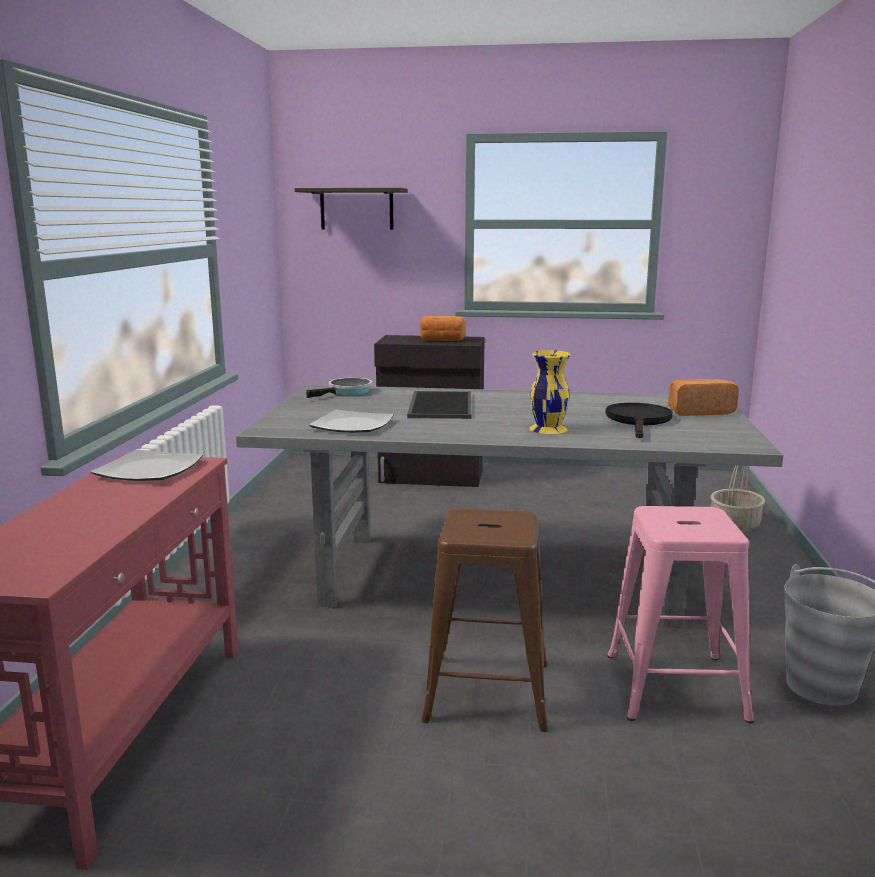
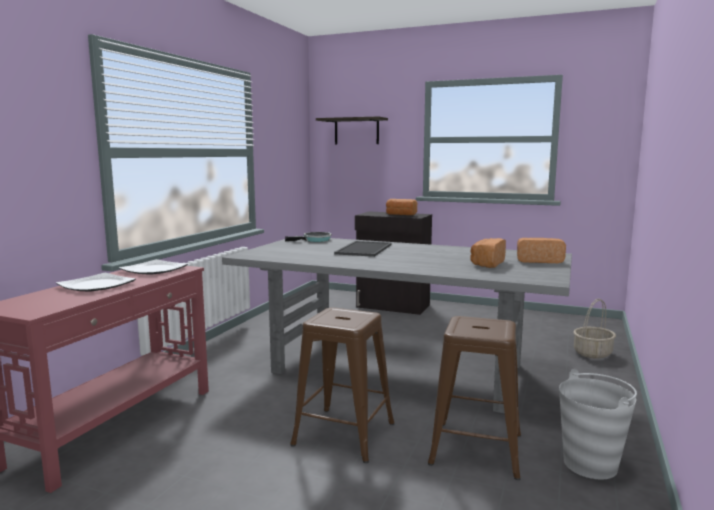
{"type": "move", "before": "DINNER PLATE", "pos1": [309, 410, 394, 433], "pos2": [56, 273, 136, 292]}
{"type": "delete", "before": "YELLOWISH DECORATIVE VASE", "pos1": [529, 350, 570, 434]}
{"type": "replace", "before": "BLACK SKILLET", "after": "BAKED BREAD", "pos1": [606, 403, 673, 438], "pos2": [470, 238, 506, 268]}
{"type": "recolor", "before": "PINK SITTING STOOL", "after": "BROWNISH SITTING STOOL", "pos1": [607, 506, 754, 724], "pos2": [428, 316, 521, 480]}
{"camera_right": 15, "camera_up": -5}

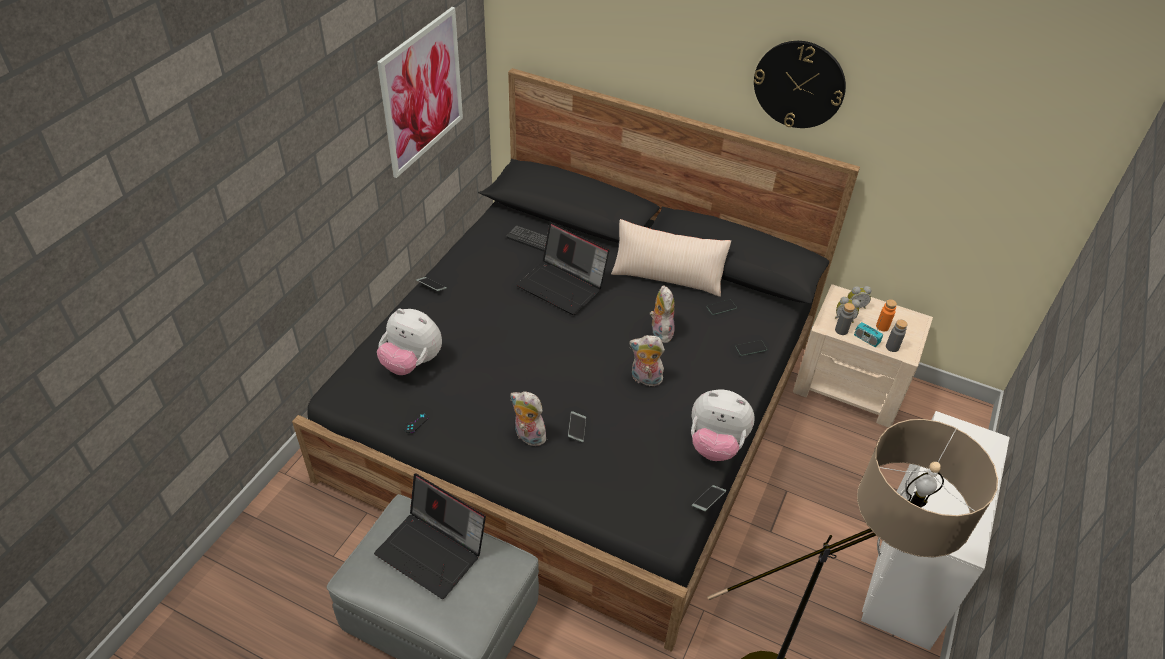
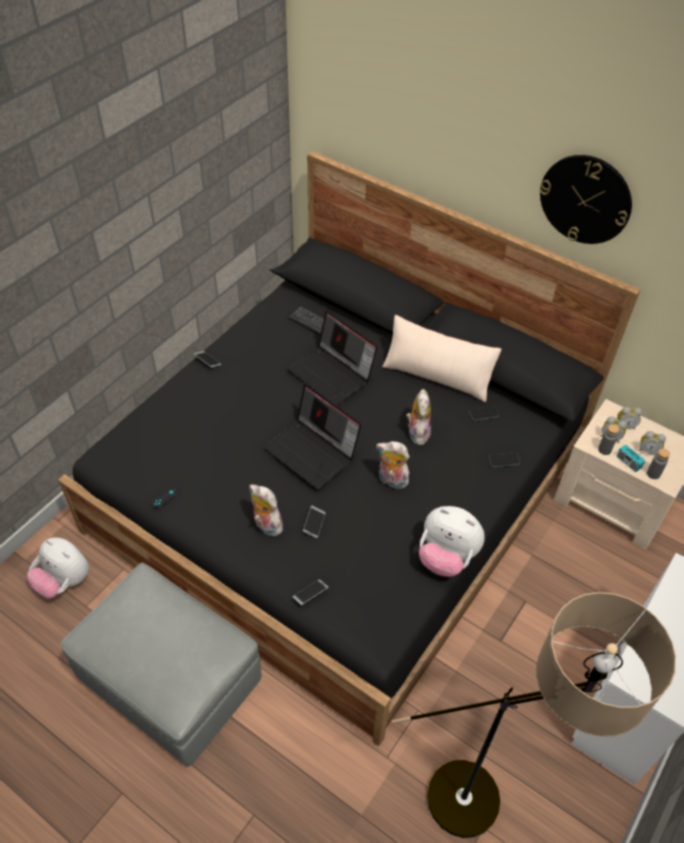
{"type": "move", "before": "PORTABLE COMPUTER", "pos1": [374, 474, 486, 599], "pos2": [264, 384, 361, 489]}
{"type": "delete", "before": "WALL PICTURE", "pos1": [377, 7, 463, 178]}
{"type": "move", "before": "CUDDLY TOY", "pos1": [377, 308, 442, 375], "pos2": [26, 537, 89, 599]}
{"type": "move", "before": "PHONE", "pos1": [692, 485, 726, 511], "pos2": [293, 579, 329, 605]}
{"type": "replace", "before": "ORANGEY DRINK BOTTLE", "after": "TABLE CLOCK", "pos1": [876, 299, 897, 331], "pos2": [638, 431, 666, 454]}
{"camera_right": 10, "camera_up": 5}

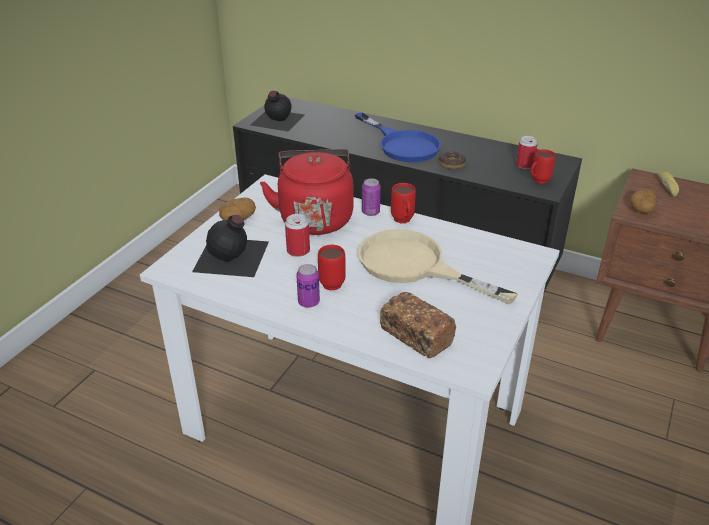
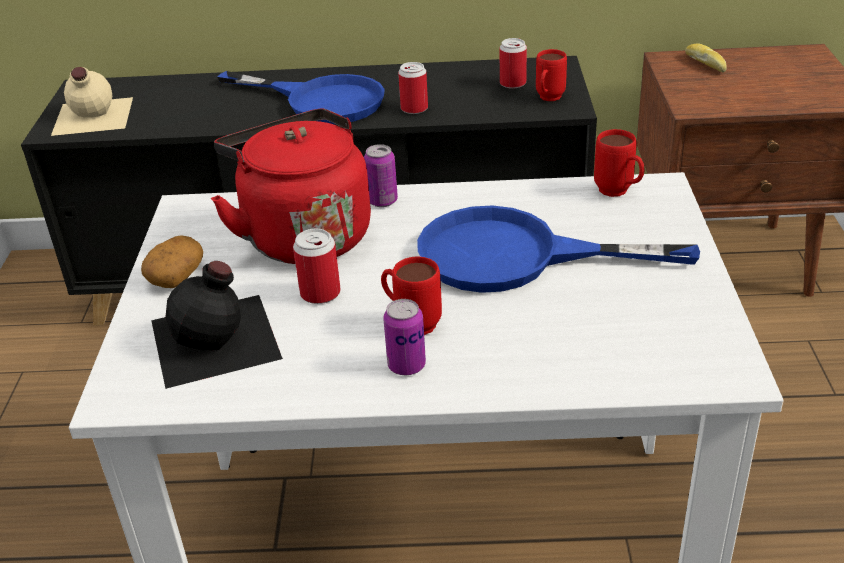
{"type": "recolor", "before": "BLACK DRINK BOTTLE", "after": "BEIGE-COLOURED DRINK BOTTLE", "pos1": [250, 91, 305, 132], "pos2": [51, 67, 133, 136]}
{"type": "recolor", "before": "BEIGE-COLOURED SKILLET", "after": "BLUE SKILLET", "pos1": [358, 229, 518, 305], "pos2": [417, 206, 700, 293]}
{"type": "delete", "before": "BAKED BREAD", "pos1": [380, 292, 456, 358]}
{"type": "move", "before": "REDDISH MUG", "pos1": [391, 183, 416, 223], "pos2": [594, 129, 645, 197]}
{"type": "replace", "before": "RING DOUGHNUT", "after": "CAN", "pos1": [439, 151, 466, 170], "pos2": [398, 62, 428, 114]}
{"type": "delete", "before": "SPUD", "pos1": [630, 189, 657, 214]}
{"camera_right": -25, "camera_up": 0}

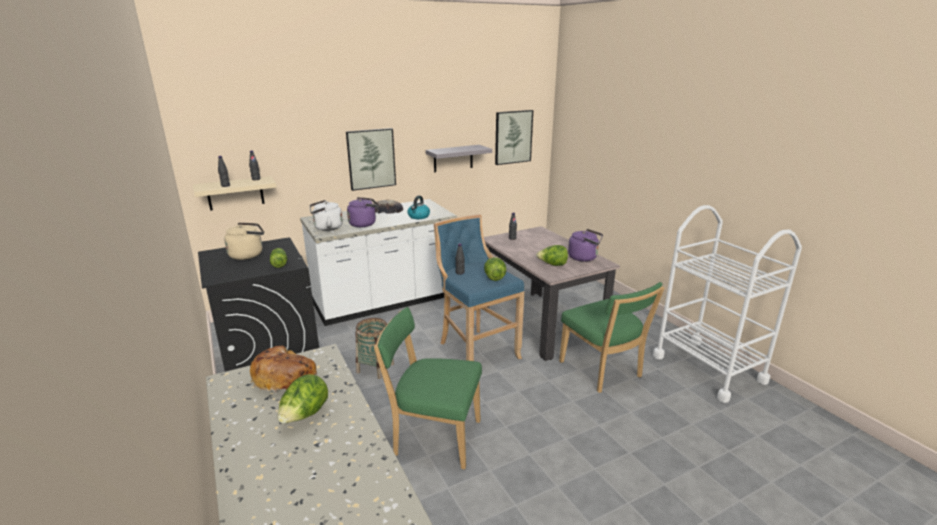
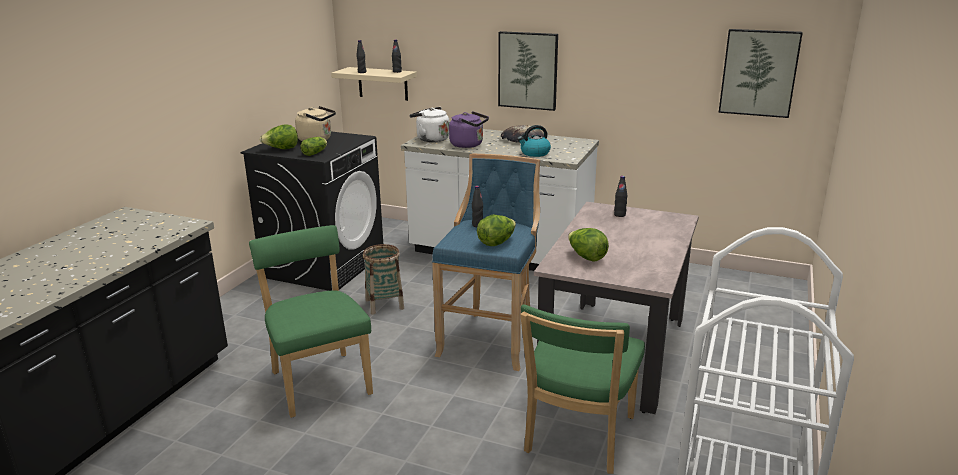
{"type": "delete", "before": "BAKED BREAD", "pos1": [250, 346, 317, 392]}
{"type": "move", "before": "HEAD OF LETTUCE", "pos1": [278, 374, 328, 424], "pos2": [259, 124, 298, 149]}
{"type": "delete", "before": "GREY WALL SHELF", "pos1": [426, 145, 492, 172]}
{"type": "delete", "before": "PURPLE TEA KETTLE", "pos1": [568, 229, 603, 262]}
{"camera_right": 50, "camera_up": 0}

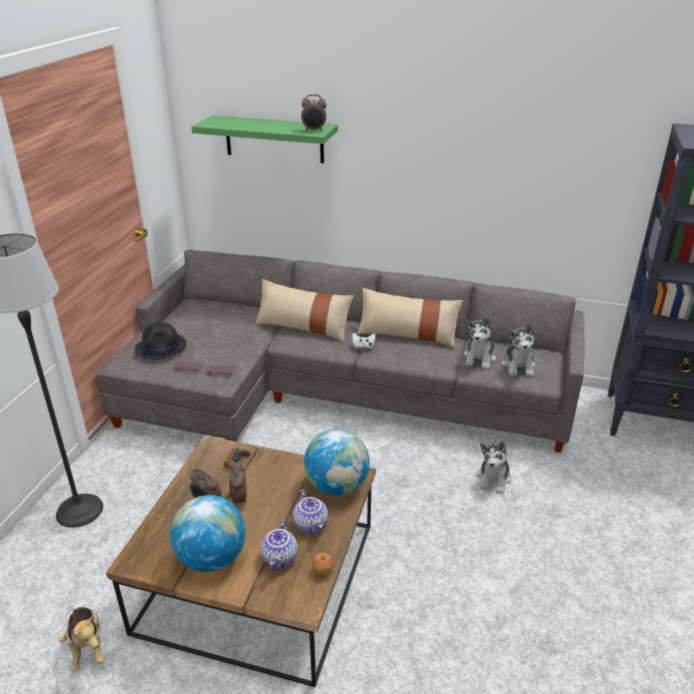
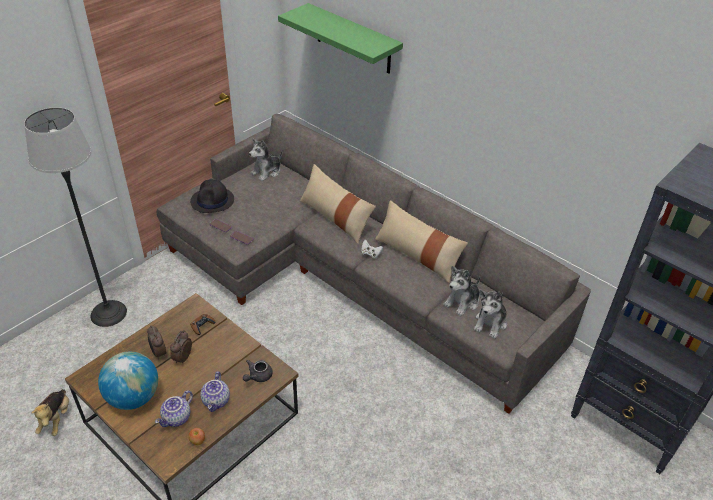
{"type": "delete", "before": "TABLE CLOCK", "pos1": [301, 94, 326, 131]}
{"type": "replace", "before": "GLOBE", "after": "GREY TEAPOT", "pos1": [304, 429, 370, 496], "pos2": [243, 360, 273, 382]}
{"type": "move", "before": "CUDDLY TOY", "pos1": [477, 441, 511, 494], "pos2": [249, 139, 282, 181]}
{"camera_right": 25, "camera_up": 10}

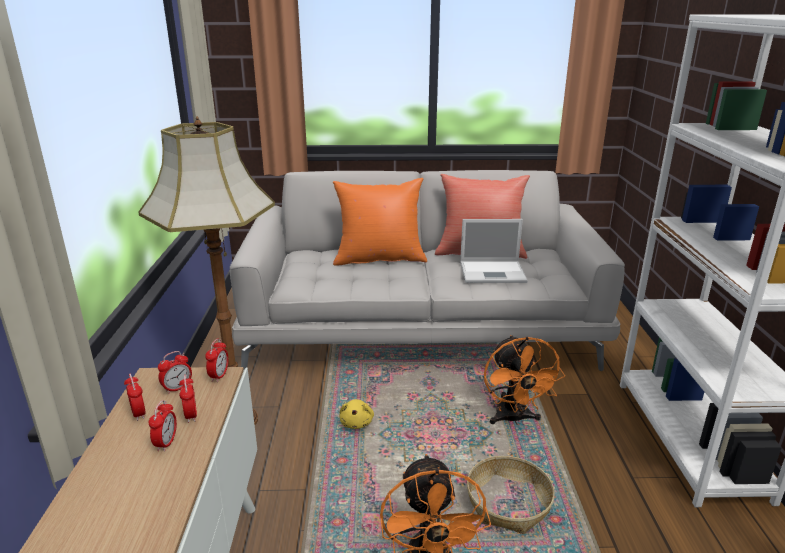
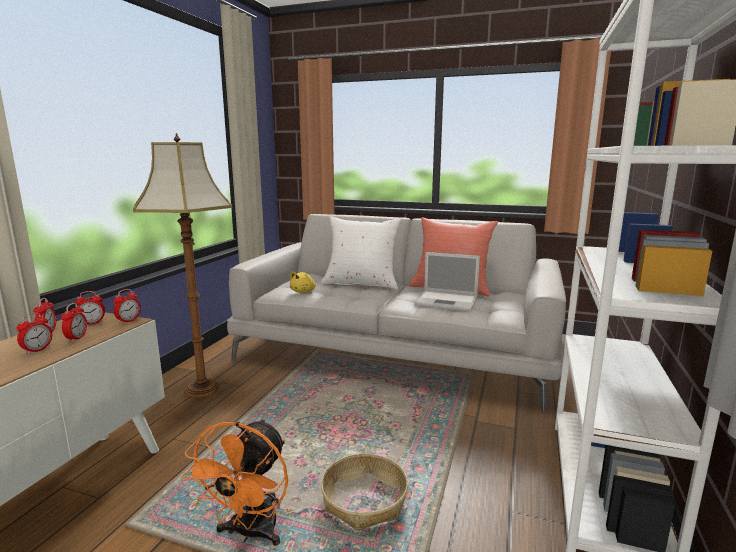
{"type": "recolor", "before": "ORANGEY THROW PILLOW", "after": "WHITISH THROW PILLOW", "pos1": [333, 178, 427, 265], "pos2": [321, 216, 402, 290]}
{"type": "move", "before": "YELLOWISH CUDDLY TOY", "pos1": [339, 399, 374, 429], "pos2": [290, 271, 316, 293]}
{"type": "delete", "before": "ORANGEY ELECTRIC FAN", "pos1": [484, 335, 565, 425]}
{"camera_right": 20, "camera_up": -10}

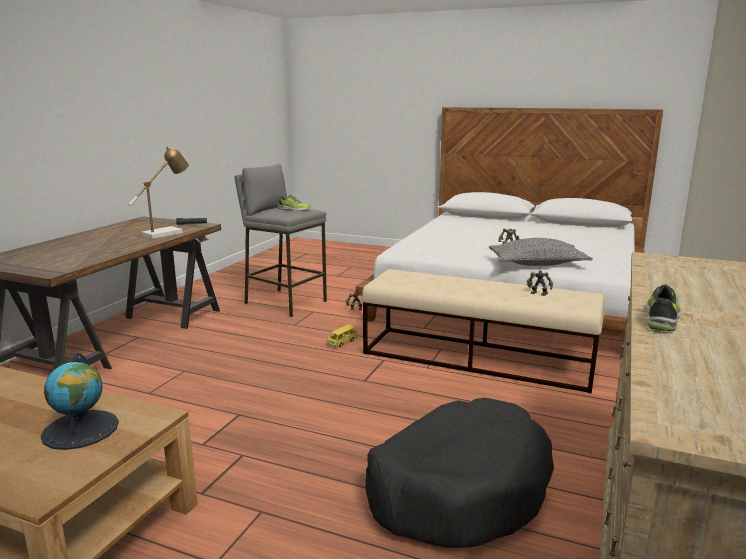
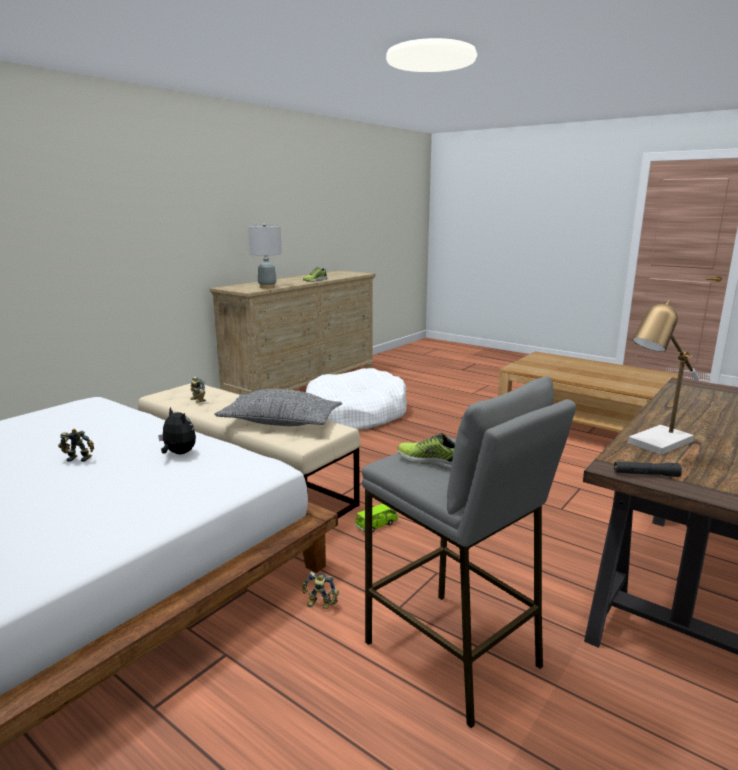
{"type": "delete", "before": "GLOBE", "pos1": [40, 352, 119, 450]}
{"type": "recolor", "before": "YELLOWISH MINIATURE CAR", "after": "GREENISH MINIATURE CAR", "pos1": [326, 324, 358, 347], "pos2": [355, 504, 399, 532]}
{"type": "recolor", "before": "BLACK DOG CUSHION", "after": "WHITISH DOG CUSHION", "pos1": [366, 398, 554, 548], "pos2": [306, 368, 407, 429]}
{"type": "move", "before": "GREY THROW PILLOW", "pos1": [489, 238, 593, 266], "pos2": [215, 389, 342, 426]}
{"type": "insert", "after": "CUDDLY TOY", "pos2": [158, 407, 196, 454]}
{"type": "insert", "after": "GREY TABLE LAMP", "pos2": [248, 223, 282, 289]}
{"camera_right": -165, "camera_up": 0}

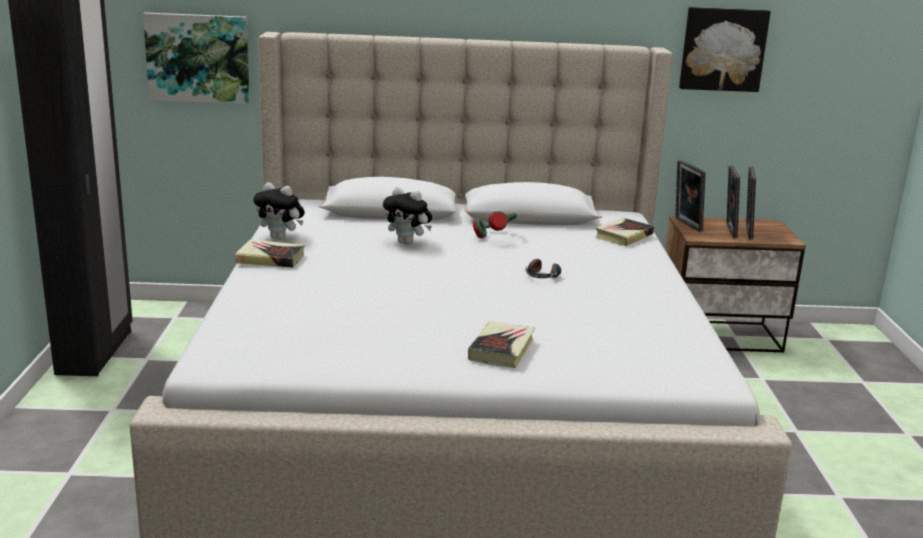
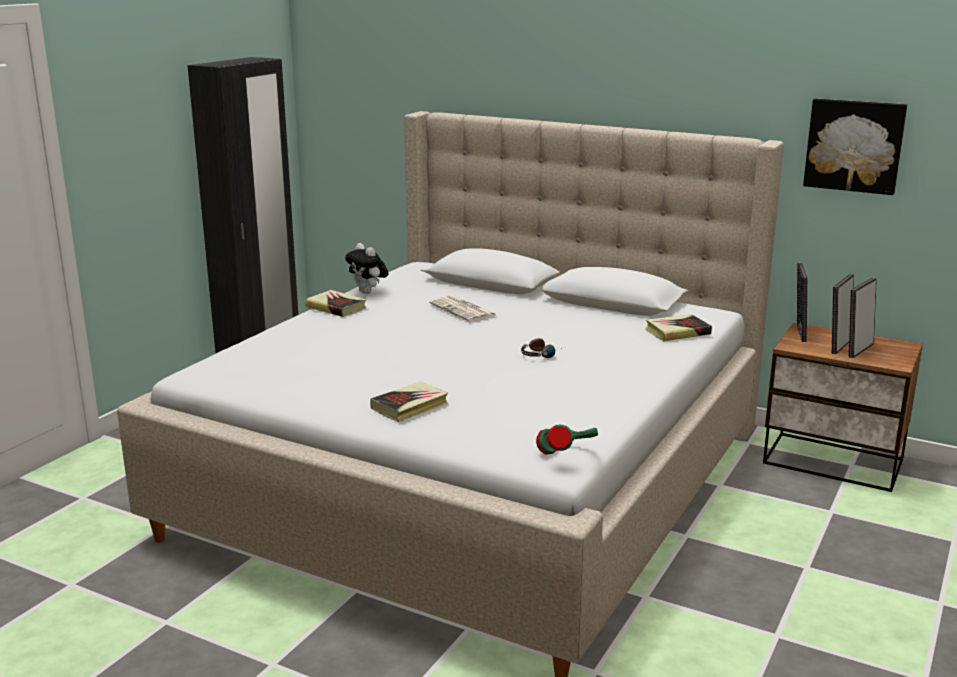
{"type": "delete", "before": "WALL PICTURE", "pos1": [143, 13, 250, 104]}
{"type": "replace", "before": "CUDDLY TOY", "after": "PRINTED PAPER", "pos1": [383, 187, 432, 245], "pos2": [429, 295, 497, 322]}
{"type": "move", "before": "GREENISH PAIR OF HEADPHONES", "pos1": [473, 211, 517, 238], "pos2": [536, 424, 598, 455]}
{"camera_right": 30, "camera_up": 0}

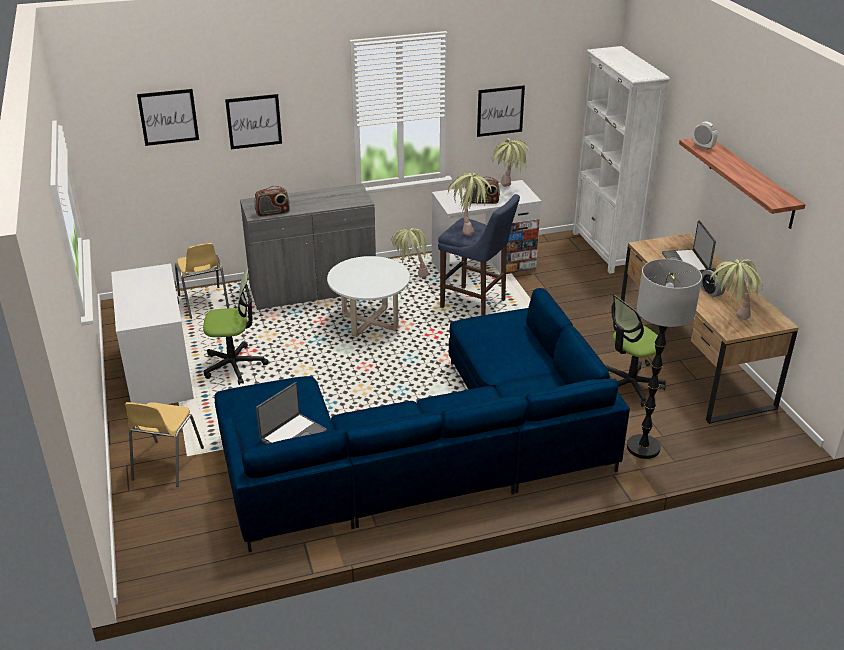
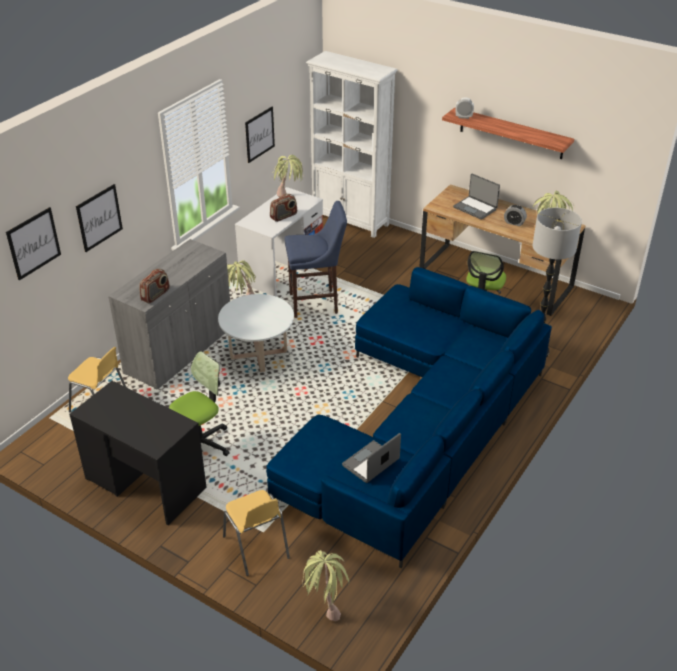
{"type": "recolor", "before": "WHITISH DESK UNIT", "after": "BLACK DESK UNIT", "pos1": [111, 264, 194, 404], "pos2": [69, 381, 206, 525]}
{"type": "rotate", "before": "PORTABLE COMPUTER", "pos1": [256, 382, 327, 444], "pos2": [342, 433, 401, 483], "turn": -135}
{"type": "move", "before": "POTTED PLANT", "pos1": [448, 173, 492, 236], "pos2": [302, 550, 349, 621]}
{"camera_right": -40, "camera_up": 5}

